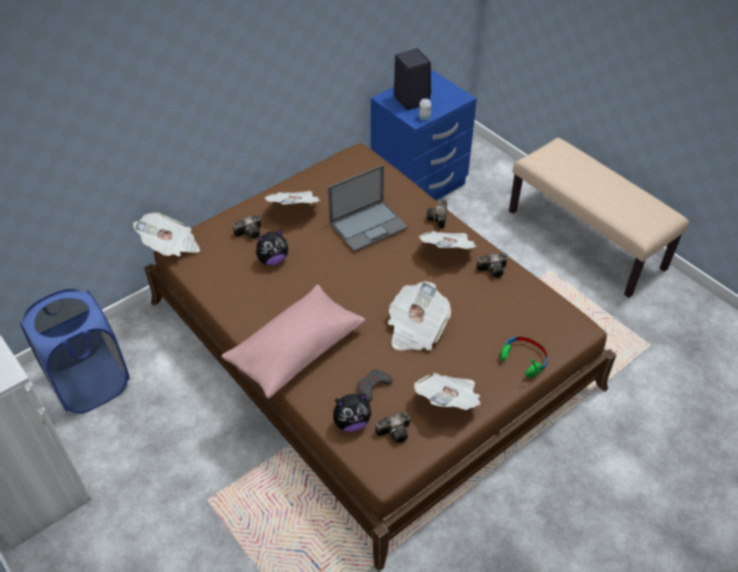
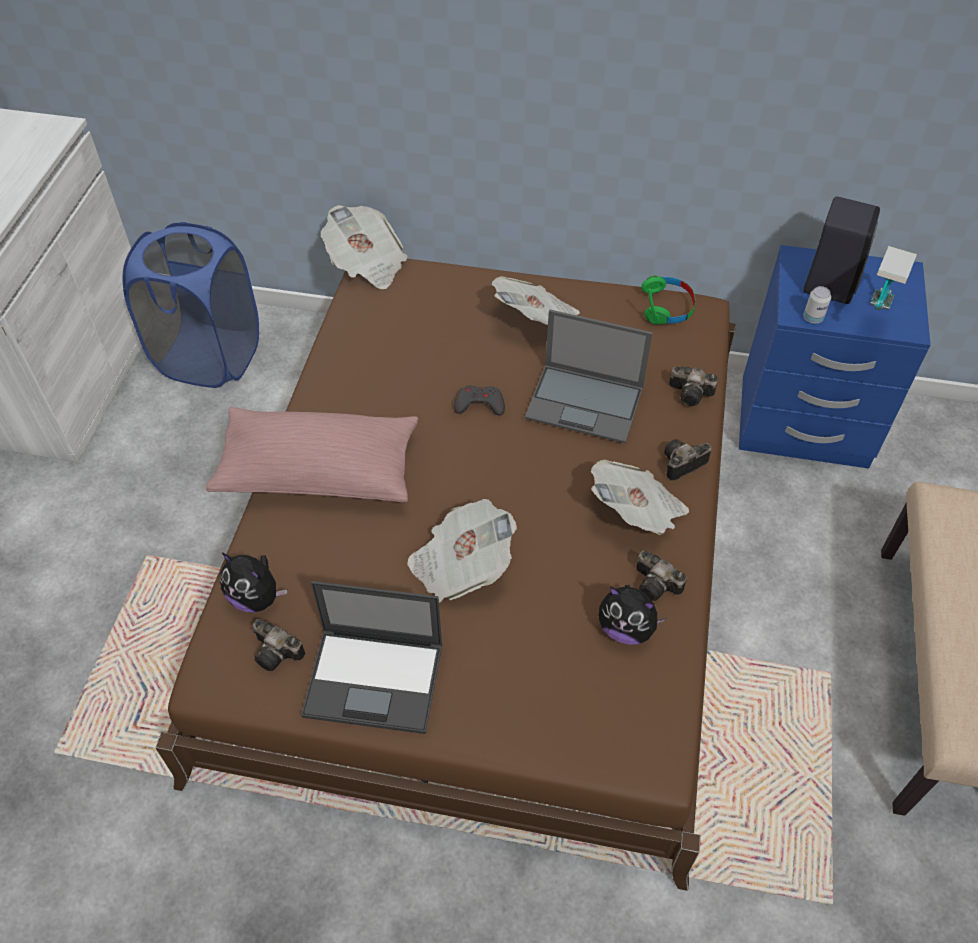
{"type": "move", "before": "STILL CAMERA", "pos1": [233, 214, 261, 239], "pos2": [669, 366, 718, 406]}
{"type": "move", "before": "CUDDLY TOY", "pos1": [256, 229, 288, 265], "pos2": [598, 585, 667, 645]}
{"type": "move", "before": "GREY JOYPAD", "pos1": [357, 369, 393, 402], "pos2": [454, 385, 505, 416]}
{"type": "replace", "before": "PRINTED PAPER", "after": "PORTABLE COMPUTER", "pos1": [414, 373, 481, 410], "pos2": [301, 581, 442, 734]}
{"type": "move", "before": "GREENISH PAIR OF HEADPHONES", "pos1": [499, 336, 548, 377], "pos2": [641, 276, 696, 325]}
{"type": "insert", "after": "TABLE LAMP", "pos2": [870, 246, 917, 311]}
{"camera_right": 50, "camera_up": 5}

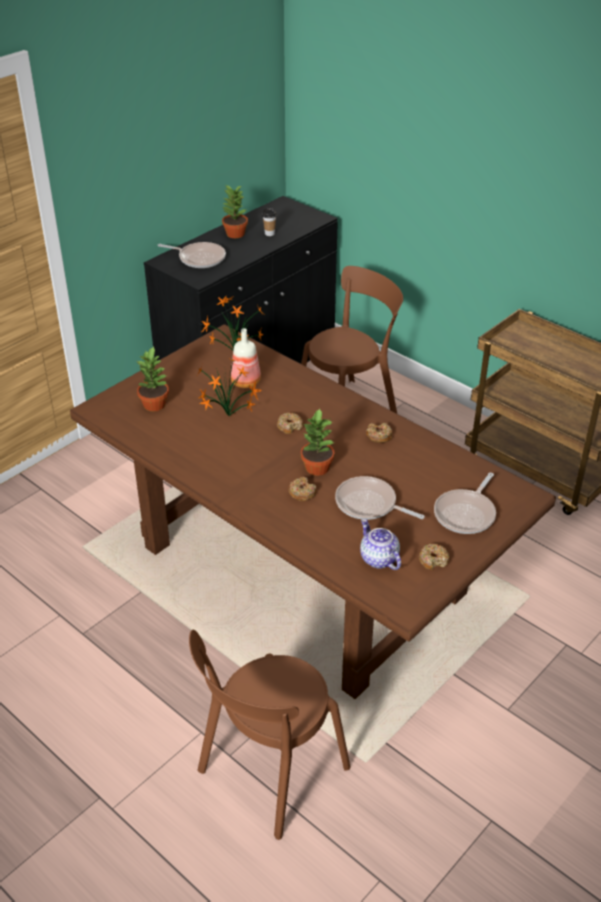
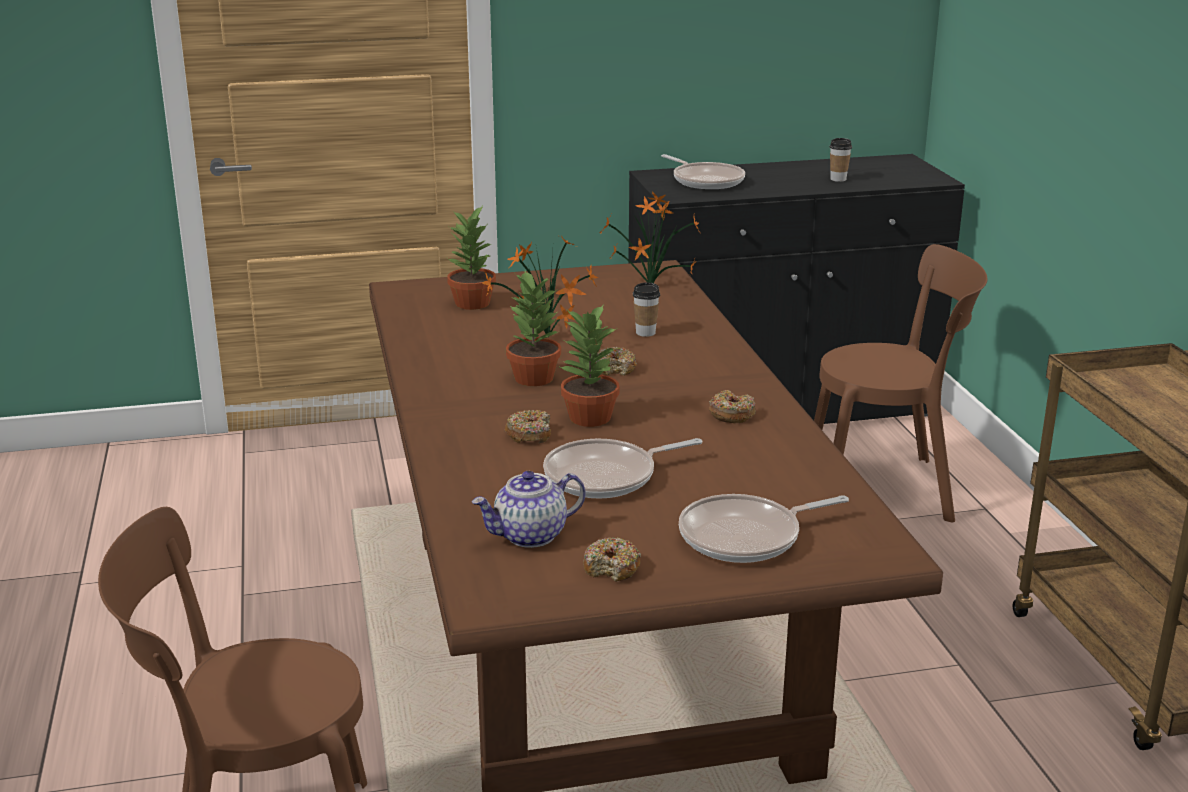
{"type": "move", "before": "POTTED PLANT", "pos1": [222, 184, 248, 238], "pos2": [506, 270, 561, 386]}
{"type": "delete", "before": "DRINK BOTTLE", "pos1": [231, 328, 261, 388]}
{"type": "rotate", "before": "SKILLET", "pos1": [335, 476, 425, 520], "pos2": [543, 438, 702, 499], "turn": -90}
{"type": "rotate", "before": "TEAPOT", "pos1": [360, 519, 401, 570], "pos2": [472, 471, 585, 548], "turn": -120}
{"type": "insert", "after": "SMALL CUP", "pos2": [633, 282, 660, 337]}
{"camera_right": 35, "camera_up": -15}

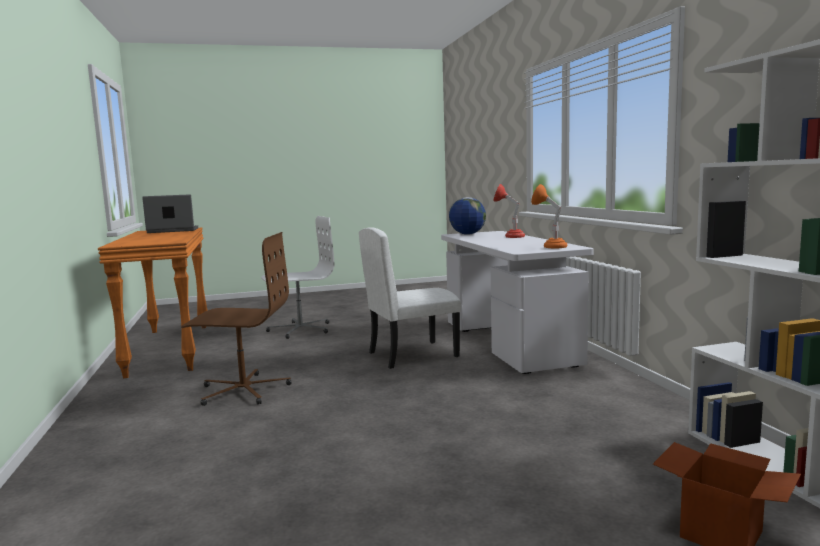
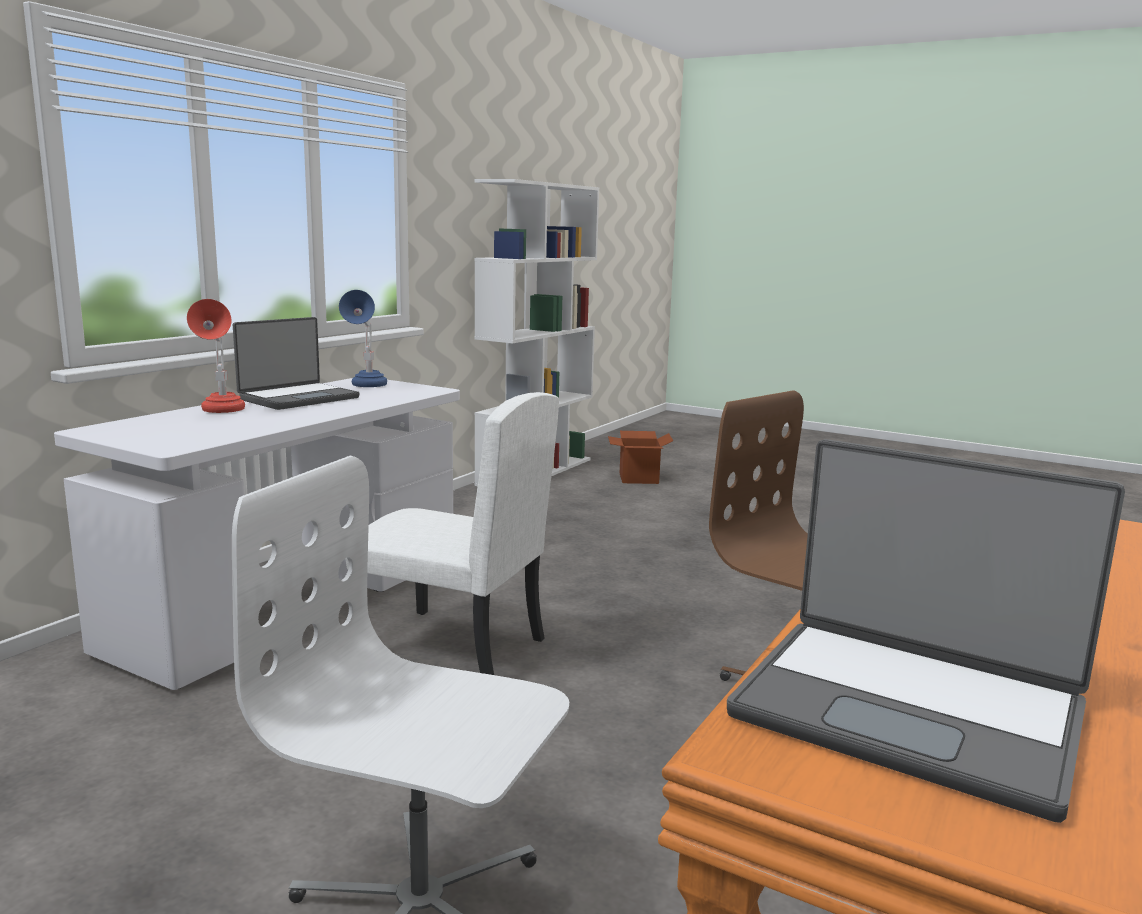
{"type": "delete", "before": "GLOBE", "pos1": [449, 197, 486, 235]}
{"type": "recolor", "before": "ORANGEY TABLE LAMP", "after": "BLUE TABLE LAMP", "pos1": [531, 184, 567, 248], "pos2": [339, 290, 387, 387]}
{"type": "insert", "after": "PORTABLE COMPUTER", "pos2": [233, 317, 360, 410]}
{"camera_right": -135, "camera_up": 5}

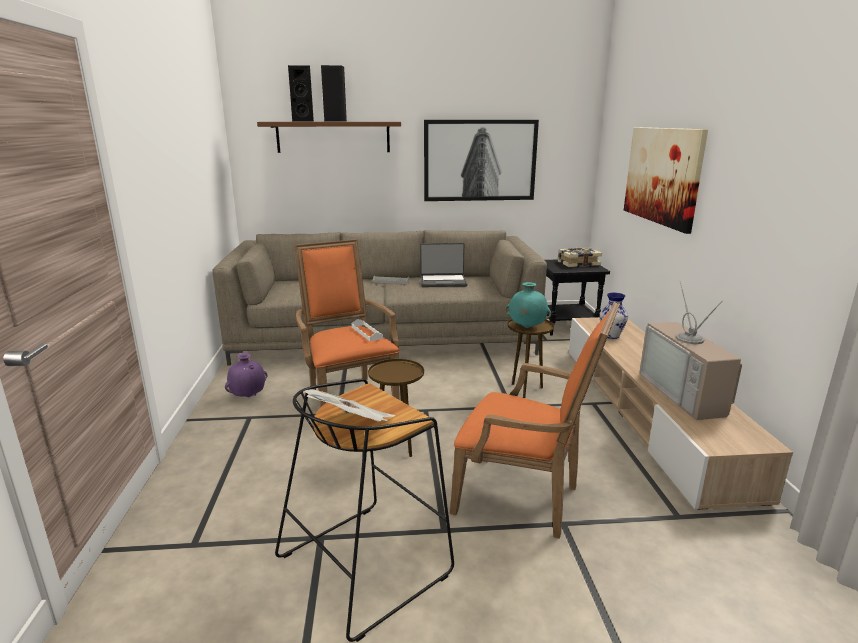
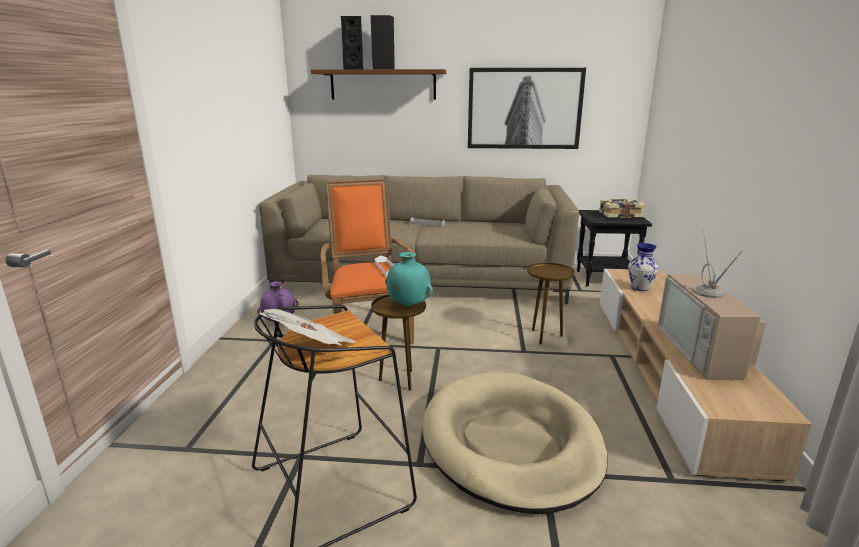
{"type": "delete", "before": "PORTABLE COMPUTER", "pos1": [420, 243, 467, 287]}
{"type": "replace", "before": "ORANGEY LOUNGE CHAIR", "after": "BEIGE-COLOURED DOG CUSHION", "pos1": [450, 301, 620, 539], "pos2": [422, 372, 607, 514]}
{"type": "move", "before": "TURQUOISE-COLOURED DECORATIVE VASE", "pos1": [506, 282, 551, 328], "pos2": [385, 252, 433, 306]}
{"type": "delete", "before": "WALL PICTURE", "pos1": [624, 127, 708, 234]}
{"camera_right": 10, "camera_up": 0}

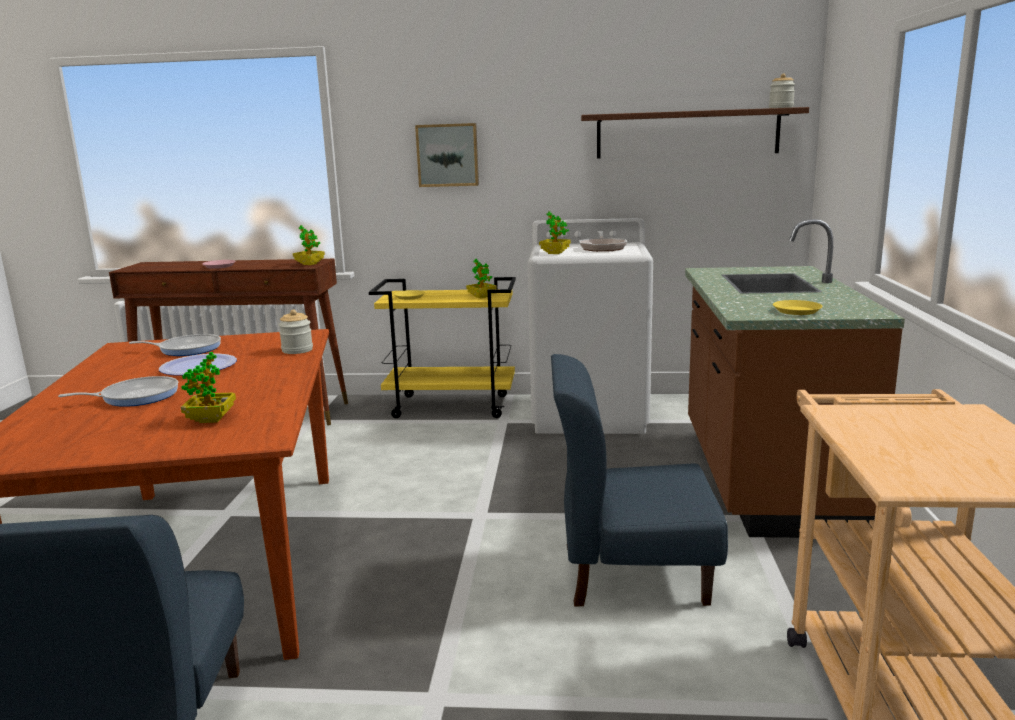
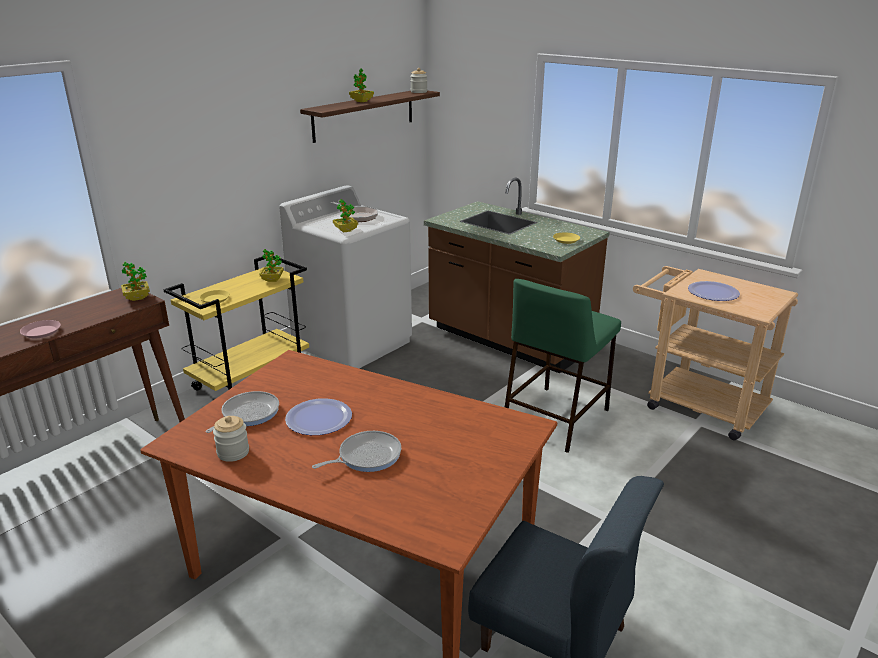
{"type": "rotate", "before": "SKILLET", "pos1": [58, 376, 178, 407], "pos2": [312, 431, 401, 472], "turn": 45}
{"type": "move", "before": "POTTED PLANT", "pos1": [181, 352, 236, 423], "pos2": [349, 68, 374, 102]}
{"type": "move", "before": "PRESERVE JAR", "pos1": [279, 310, 313, 354], "pos2": [213, 416, 249, 462]}
{"type": "delete", "before": "WALL PICTURE", "pos1": [415, 123, 479, 187]}
{"type": "replace", "before": "BLUE CHAIR", "after": "GREENISH SITTING STOOL", "pos1": [551, 354, 728, 606], "pos2": [505, 279, 621, 453]}
{"type": "insert", "after": "DINNER PLATE", "pos2": [688, 281, 740, 301]}
{"camera_right": -55, "camera_up": 10}

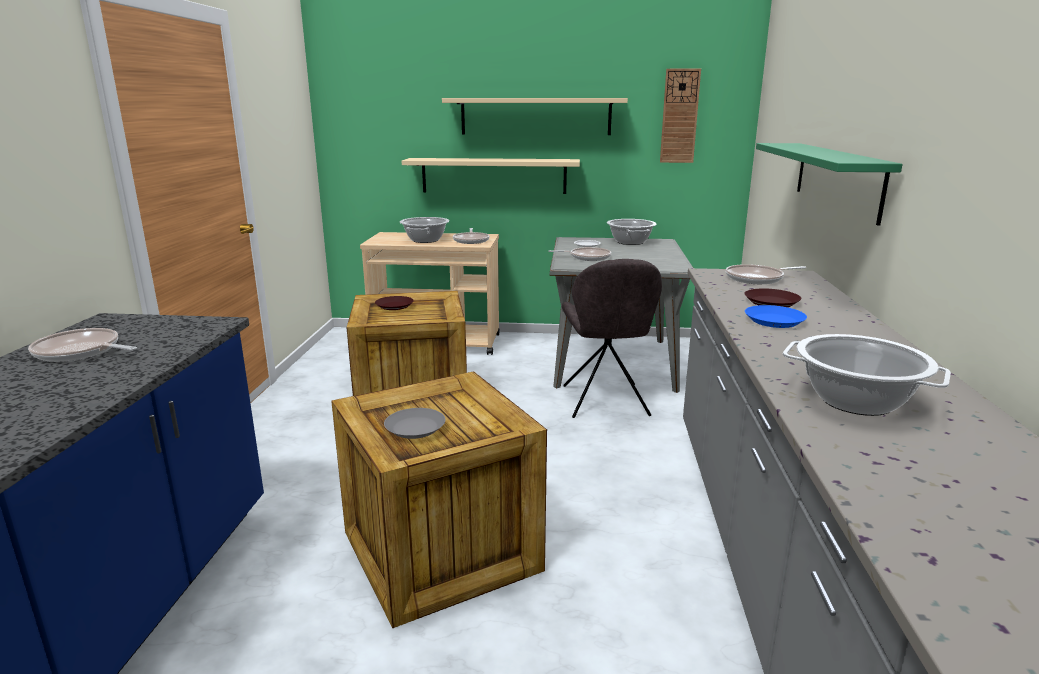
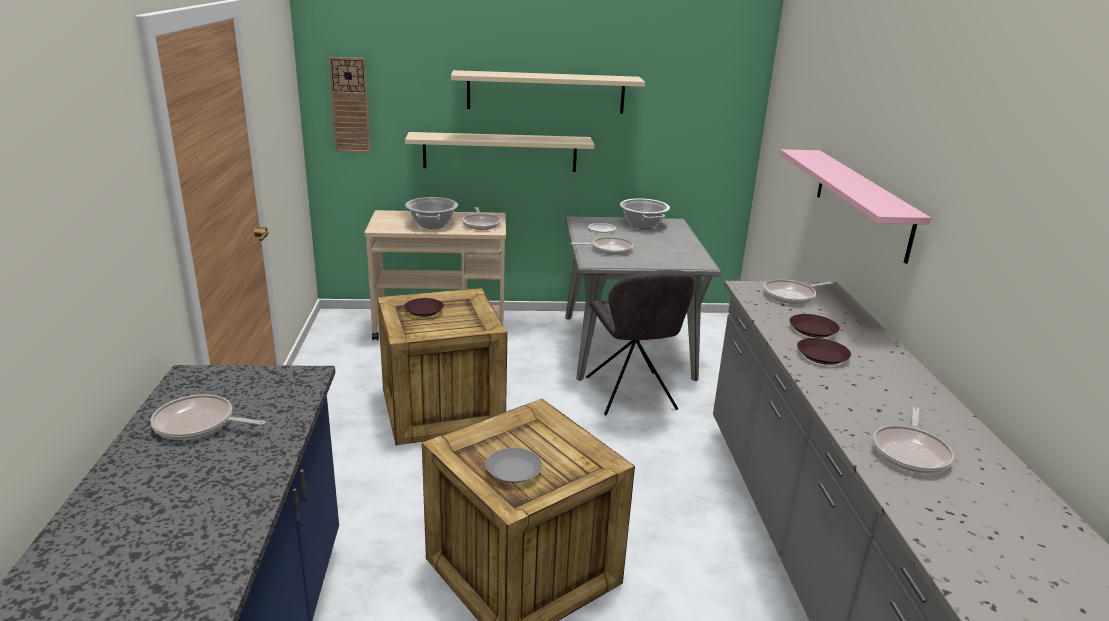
{"type": "move", "before": "CLOCK ON THE WALL", "pos1": [660, 69, 701, 163], "pos2": [329, 57, 371, 153]}
{"type": "recolor", "before": "BLUE DINNER PLATE", "after": "BROWNISH DINNER PLATE", "pos1": [745, 305, 807, 328], "pos2": [797, 338, 851, 365]}
{"type": "recolor", "before": "GREENISH WALL SHELF", "after": "PINK WALL SHELF", "pos1": [756, 143, 903, 226], "pos2": [780, 149, 931, 264]}
{"type": "replace", "before": "STOCKPOT", "after": "SKILLET", "pos1": [783, 334, 951, 416], "pos2": [873, 407, 954, 474]}
{"camera_right": -10, "camera_up": 5}

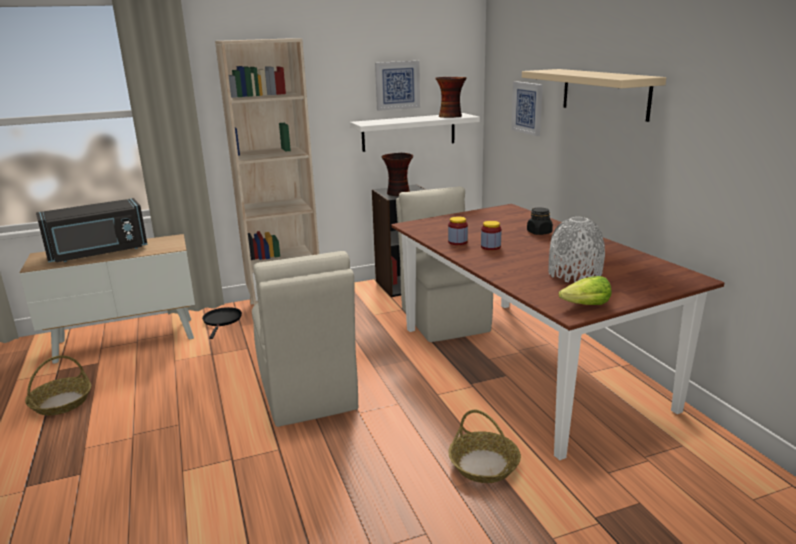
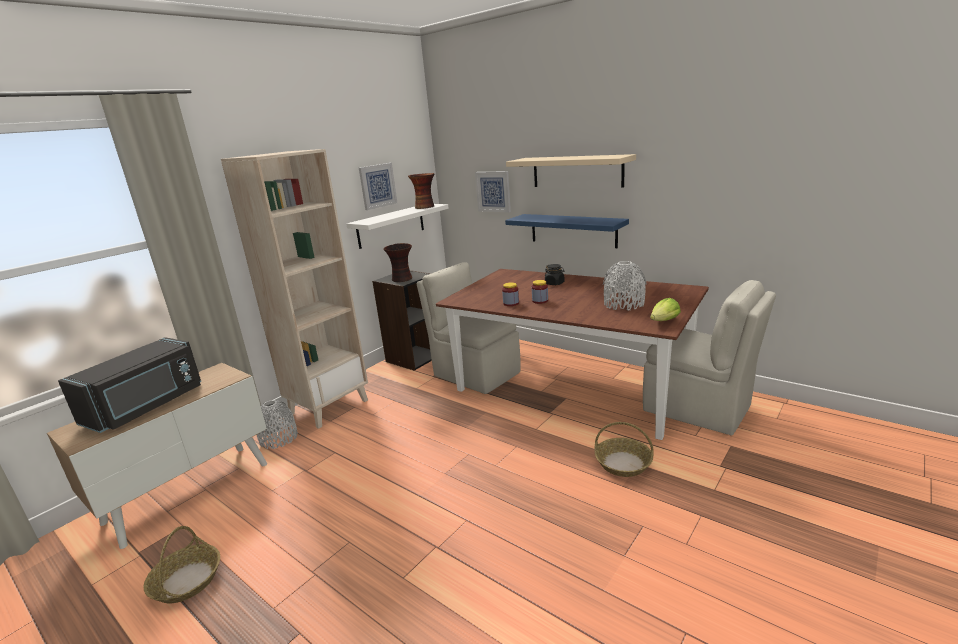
{"type": "replace", "before": "BLACK SKILLET", "after": "GREY DECORATIVE VASE", "pos1": [202, 307, 242, 339], "pos2": [257, 400, 298, 449]}
{"type": "move", "before": "BEIGE-COLOURED CHAIR", "pos1": [252, 251, 358, 427], "pos2": [643, 280, 776, 435]}
{"type": "insert", "after": "BLUE WALL SHELF", "pos2": [505, 214, 629, 248]}
{"camera_right": -30, "camera_up": 0}

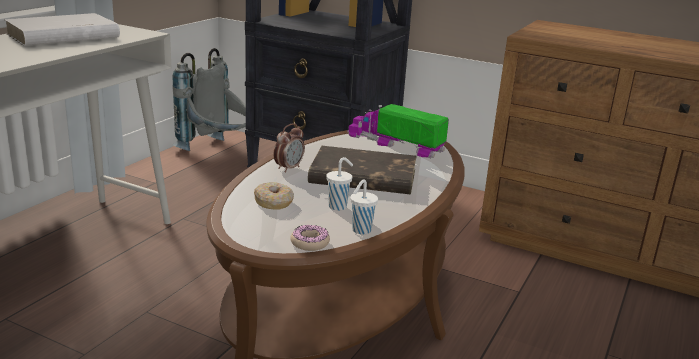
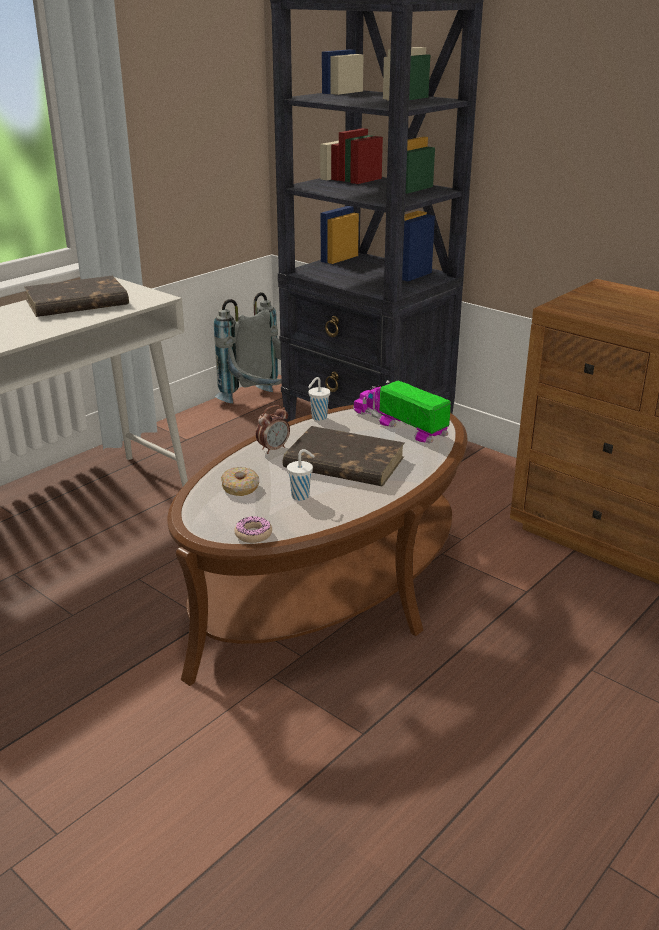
{"type": "recolor", "before": "WHITISH BOUND BOOK", "after": "BROWNISH BOUND BOOK", "pos1": [4, 13, 120, 46], "pos2": [24, 276, 129, 317]}
{"type": "move", "before": "WHITISH SMALL CUP", "pos1": [350, 180, 378, 234], "pos2": [308, 377, 330, 421]}
{"camera_right": 15, "camera_up": 5}

